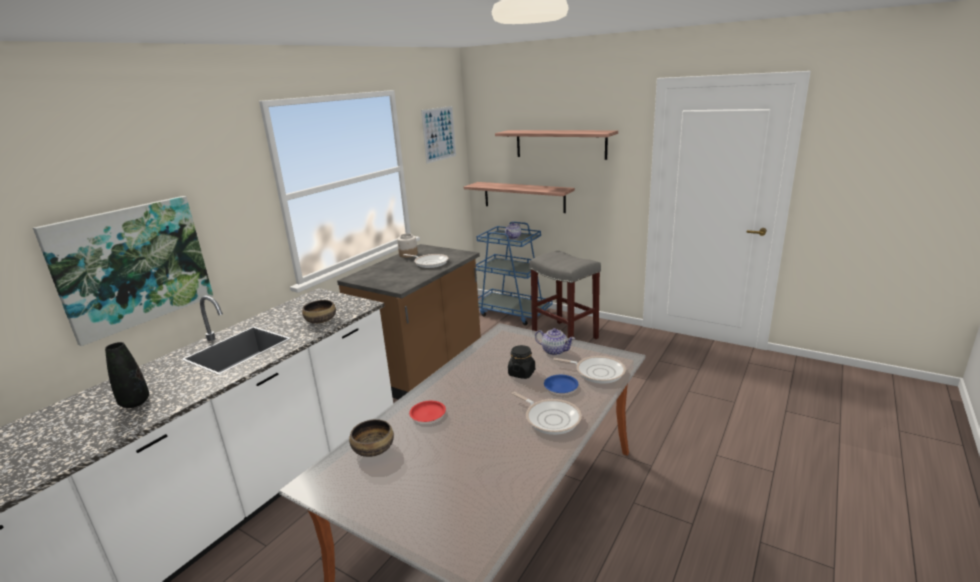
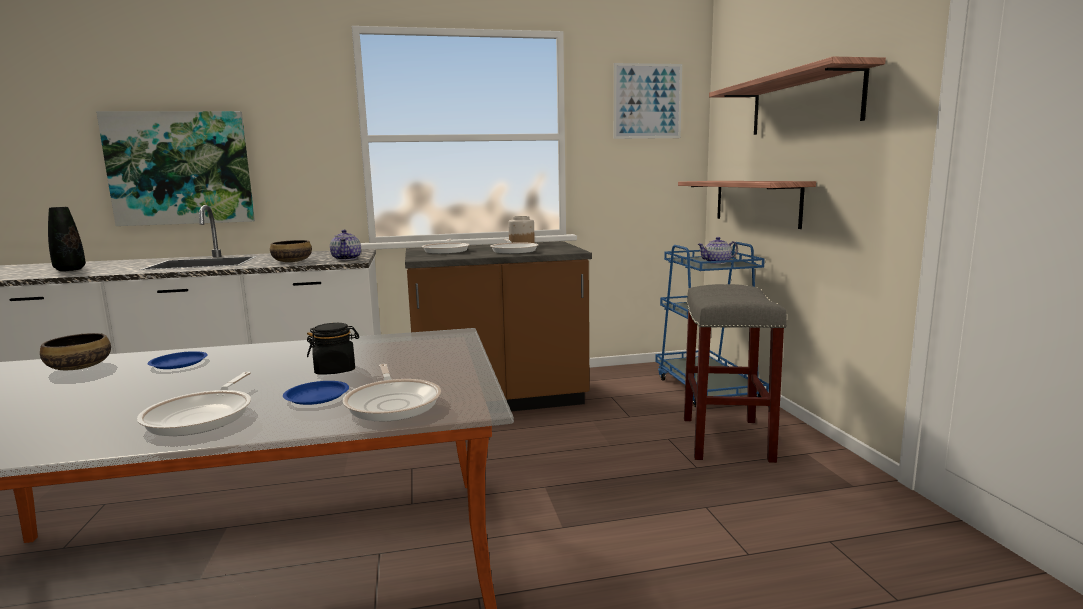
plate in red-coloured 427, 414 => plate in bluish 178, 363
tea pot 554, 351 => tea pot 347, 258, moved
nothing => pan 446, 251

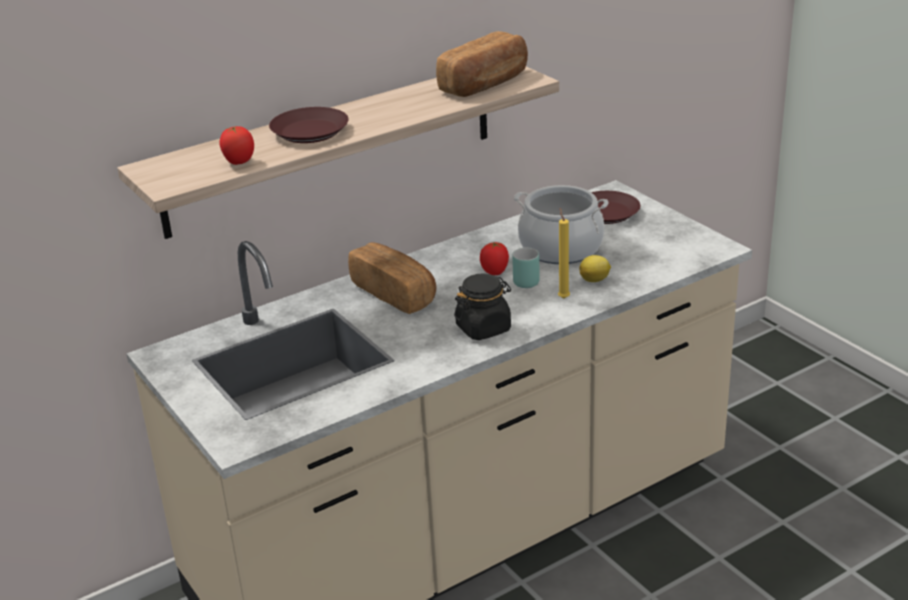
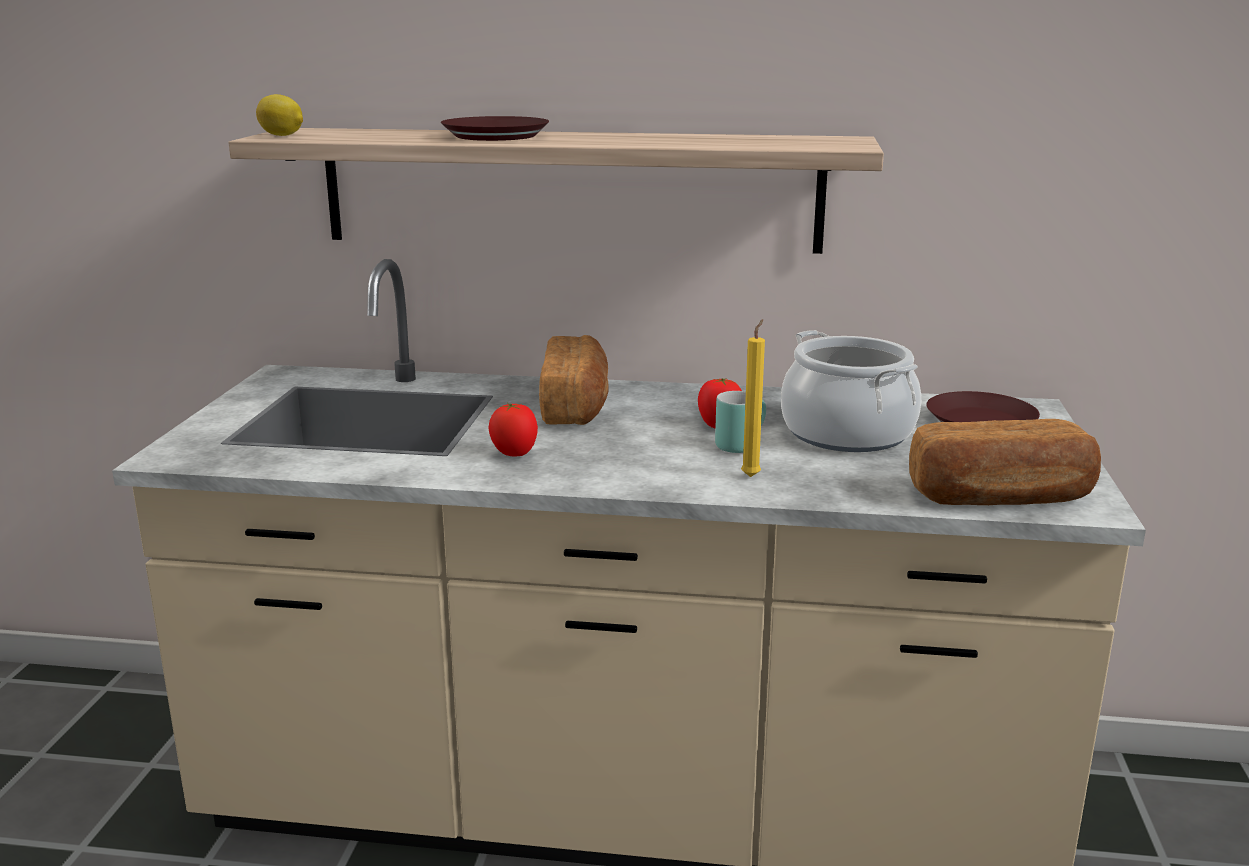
whole tomato 239, 163 => whole tomato 514, 454, moved
bakery bread 485, 84 => bakery bread 1001, 496, moved
jar in black-coloured 483, 328 => nothing
lemon 595, 280 => lemon 282, 135, moved

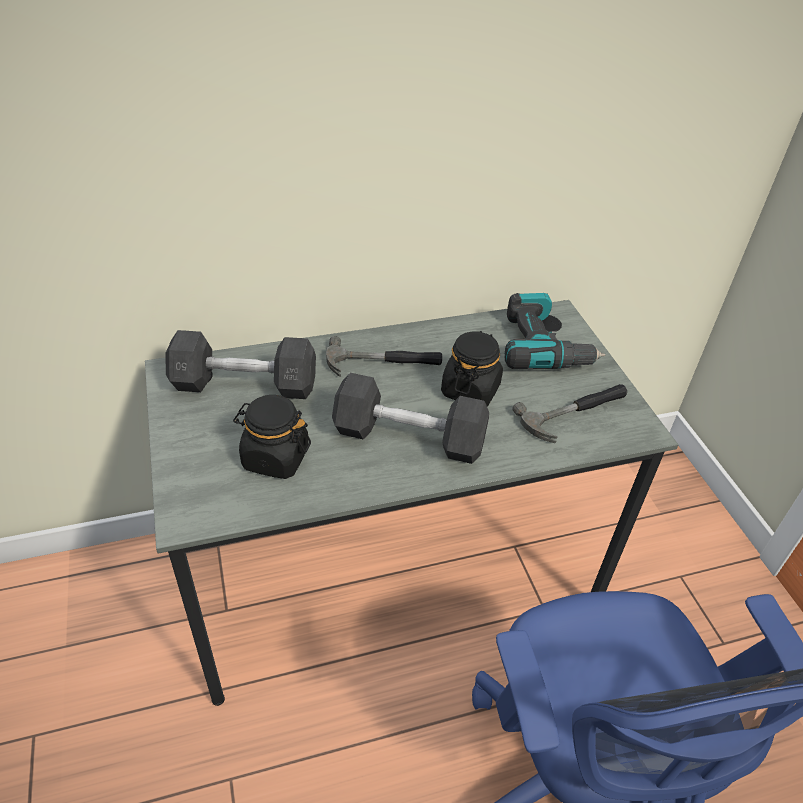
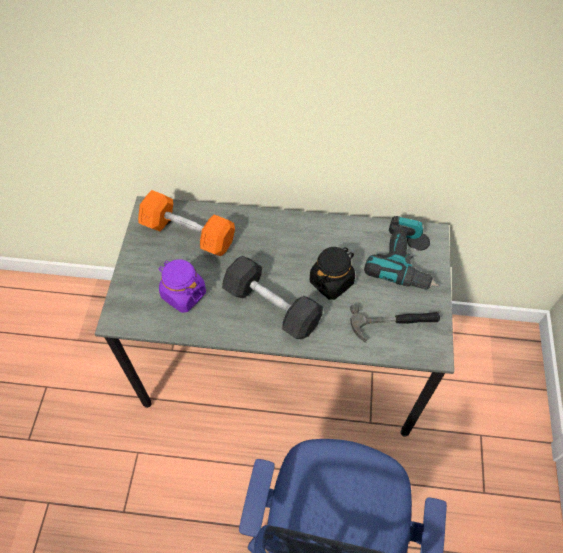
dumbbell in gray 245, 384 => dumbbell in orange 188, 233
jar in black-coloured 275, 458 => jar in purple 183, 294
hand hammer 383, 363 => nothing

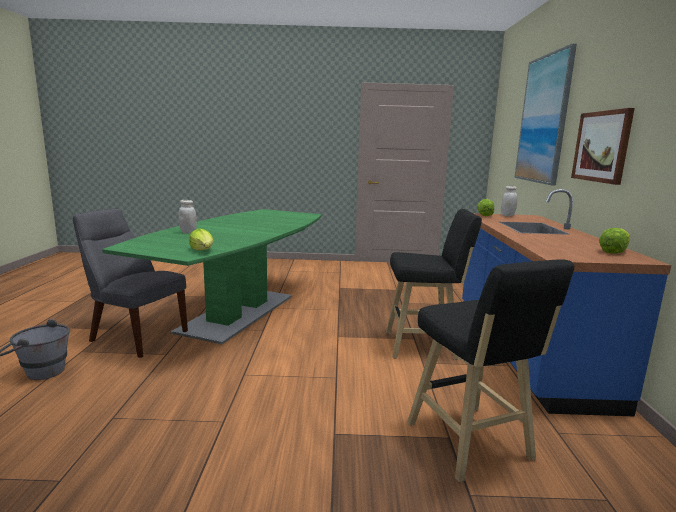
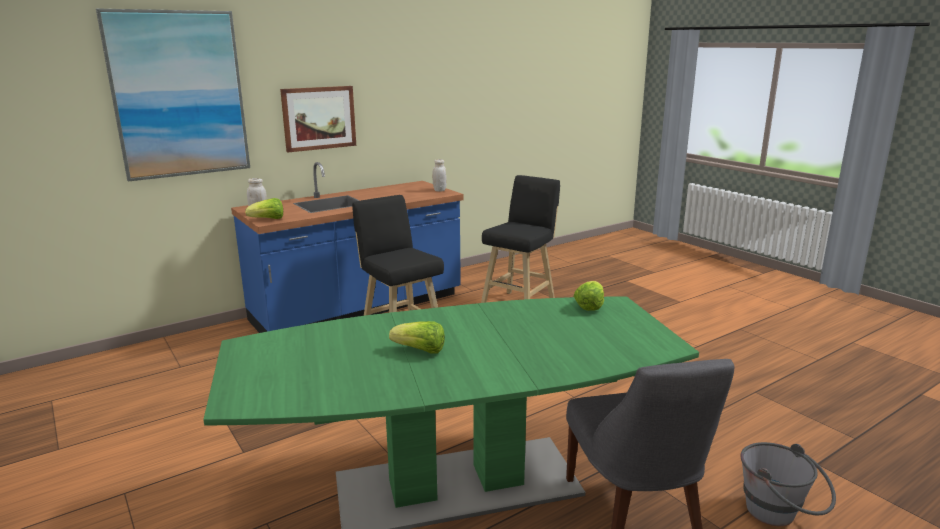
jar in white 188, 232 => jar in white 439, 190, moved
head of lettuce 614, 251 => head of lettuce 420, 351, moved

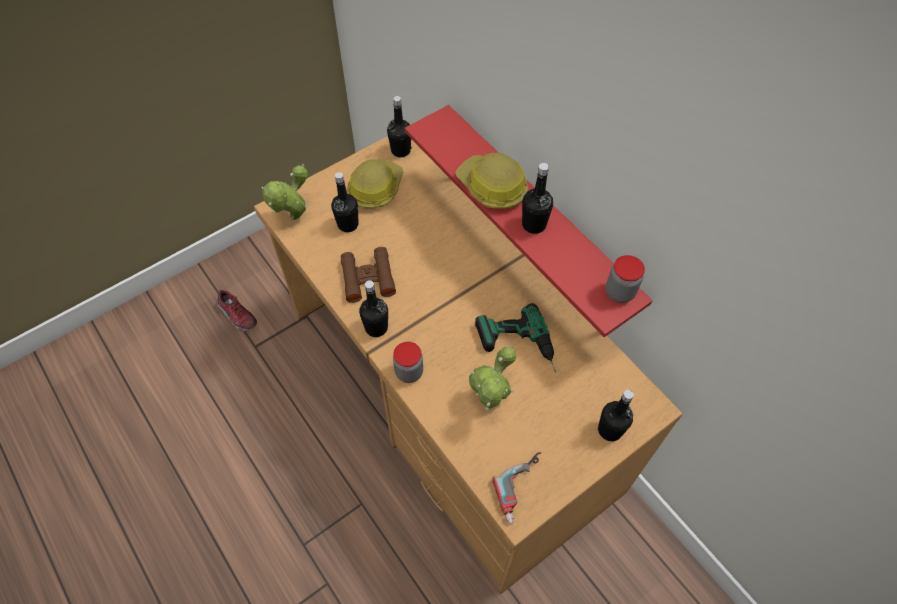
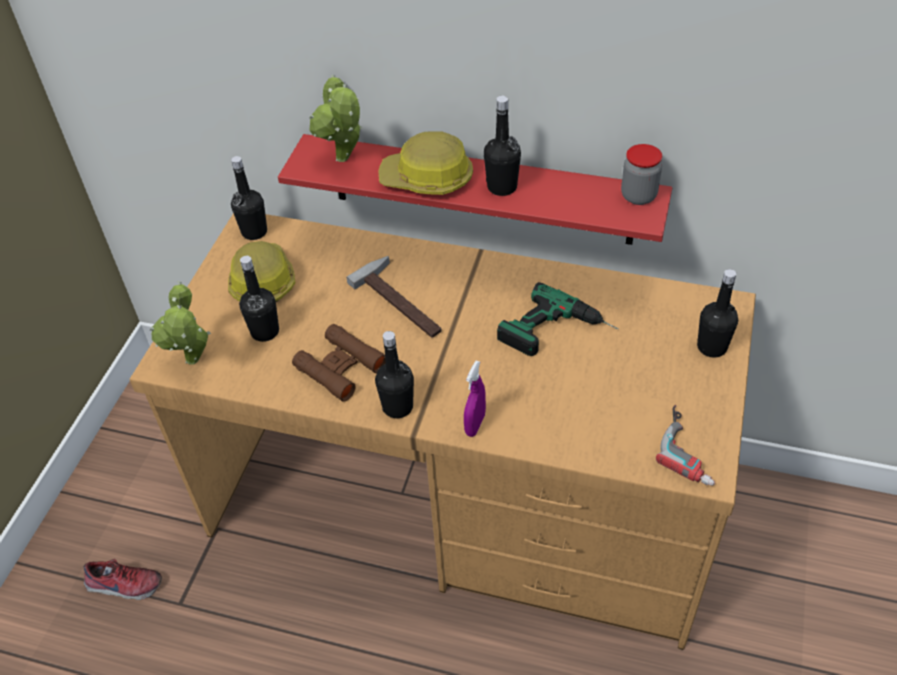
jar 409, 372 => sprayer in purple 475, 424
potted plant 491, 400 => potted plant 344, 161, moved
nothing => hand hammer 403, 301

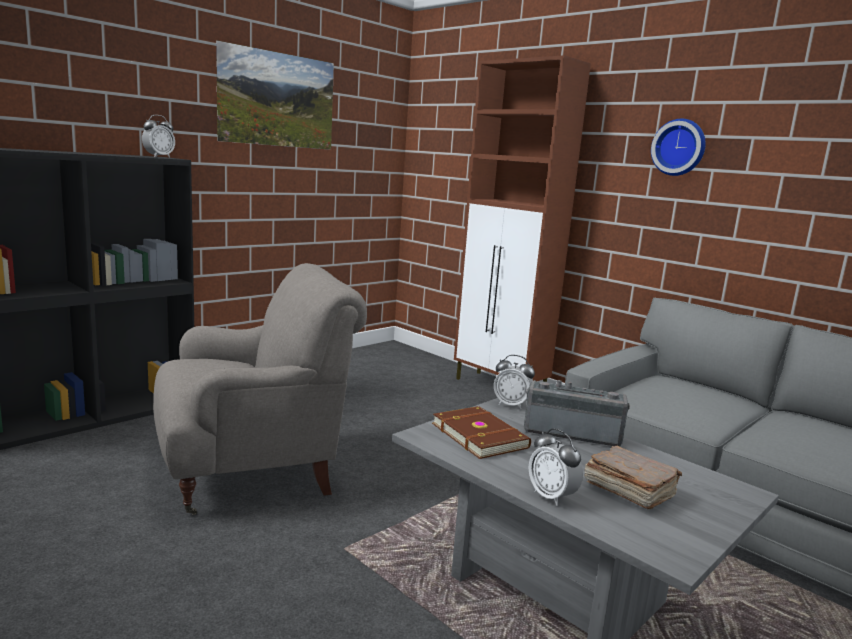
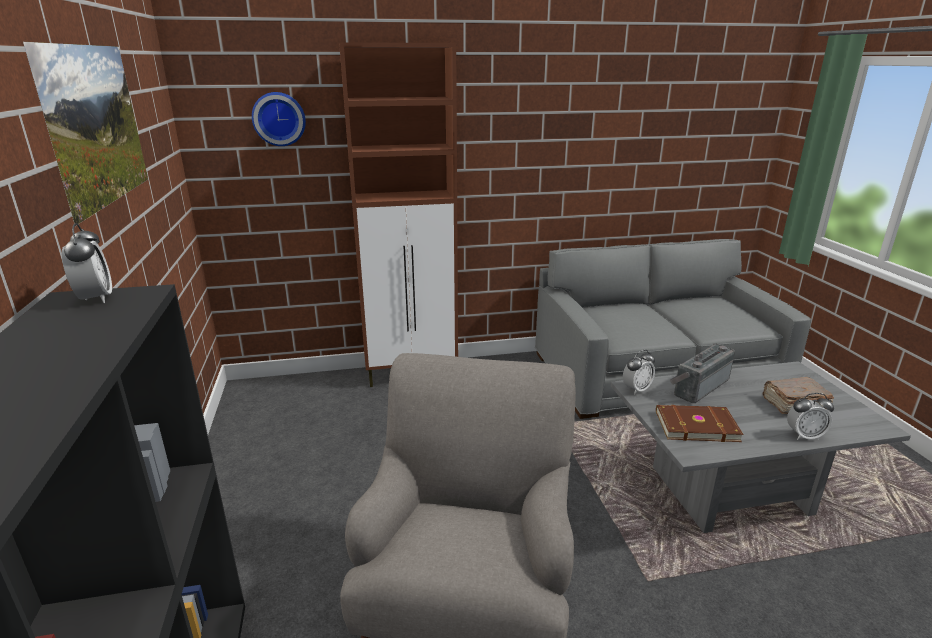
hanging clock 679, 147 => hanging clock 279, 119, moved

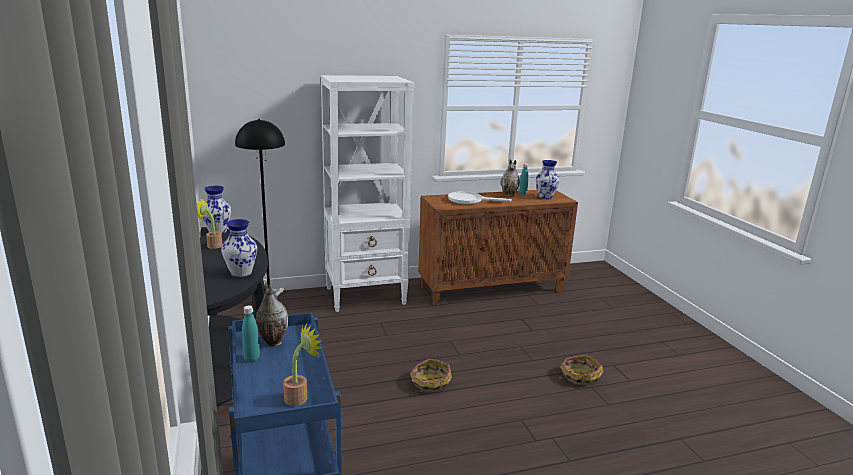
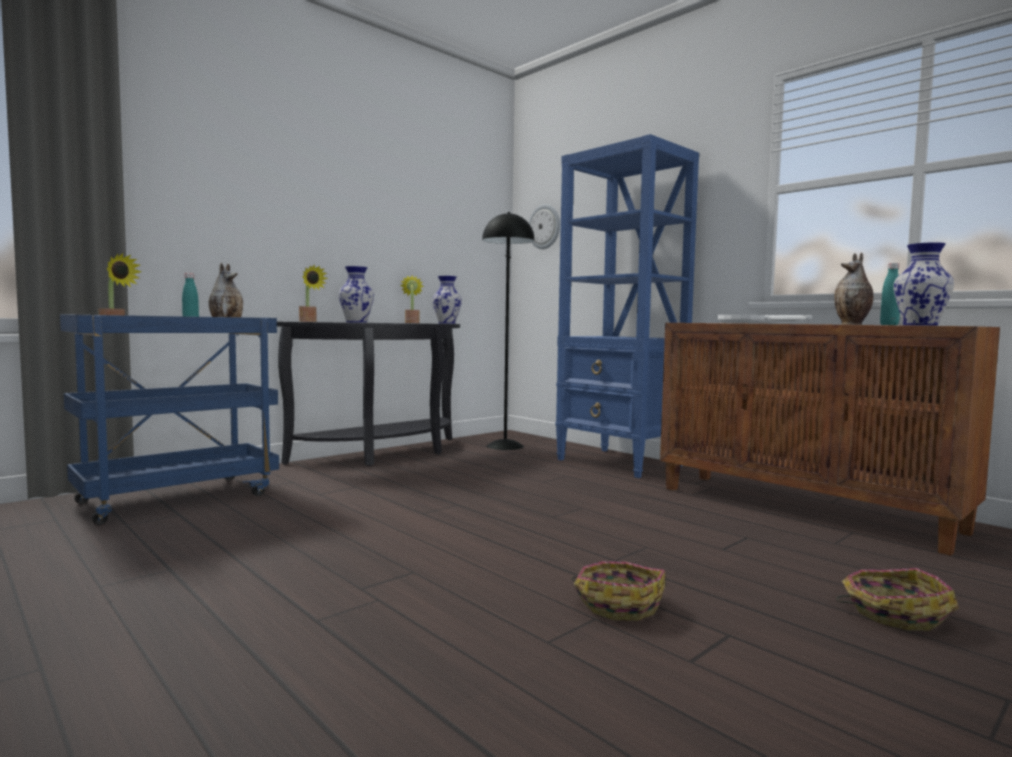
shelving unit in white 366, 296 => shelving unit in bluish 620, 463
basket 430, 383 => basket 893, 613, moved
nothing => potted plant 309, 321
nothing => hanging clock 544, 227

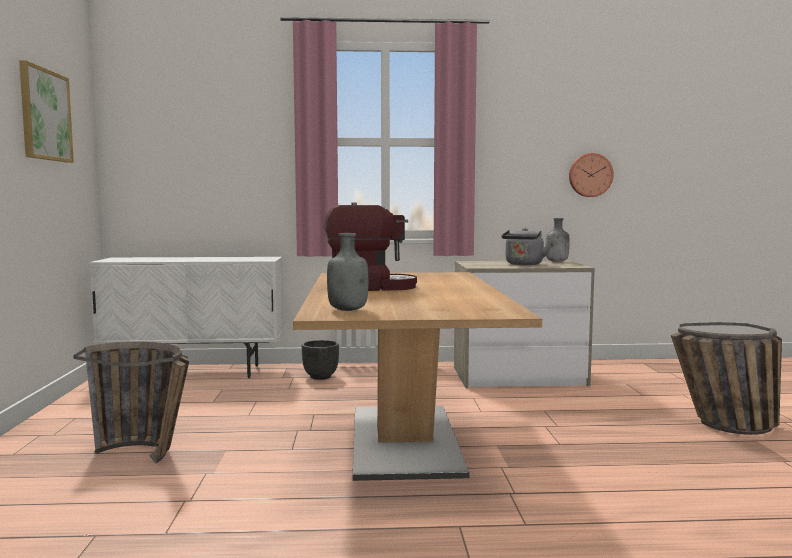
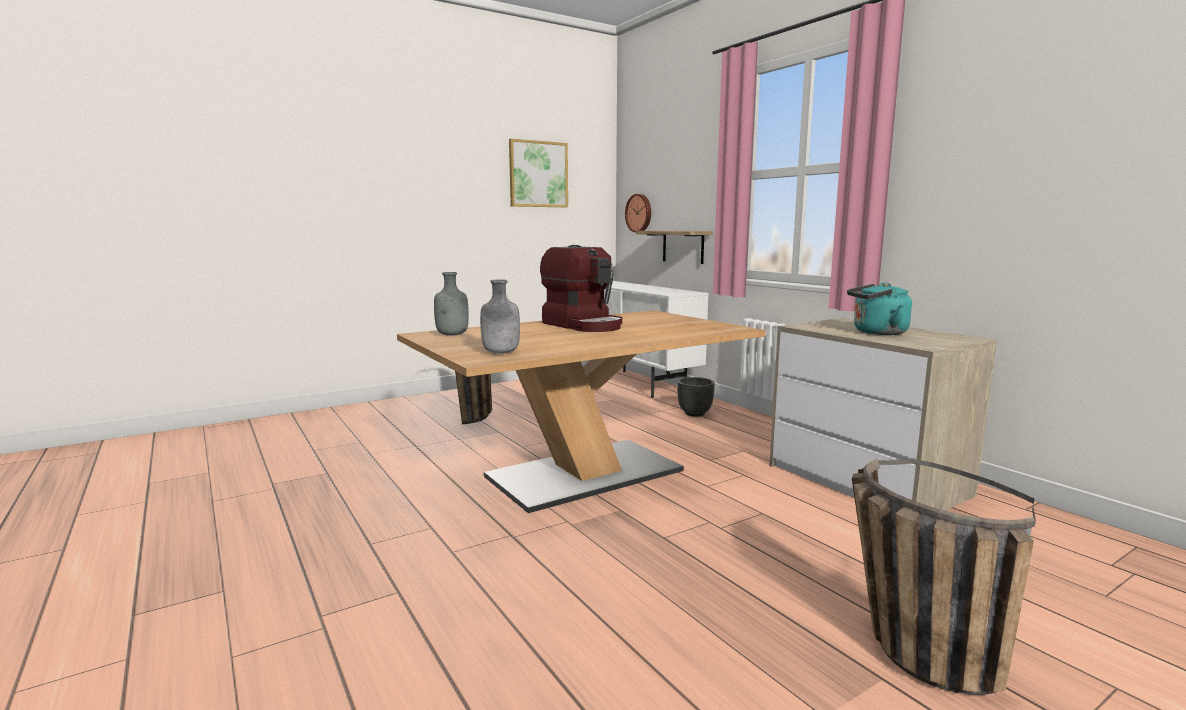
tea kettle in gray 523, 264 => tea kettle in blue-green 876, 333
drink bottle in gray 557, 261 => drink bottle in gray 500, 353, moved
hanging clock 590, 175 => hanging clock 639, 213, moved
nothing => shelf 683, 246

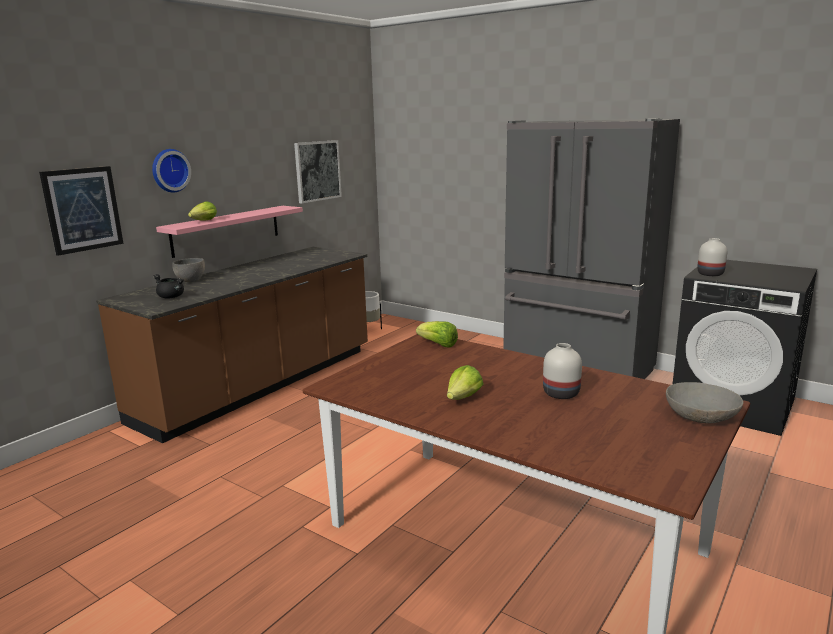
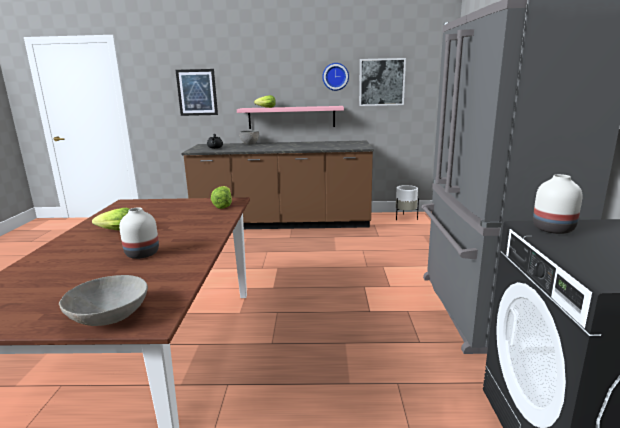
hanging clock 169, 170 => hanging clock 335, 76, moved

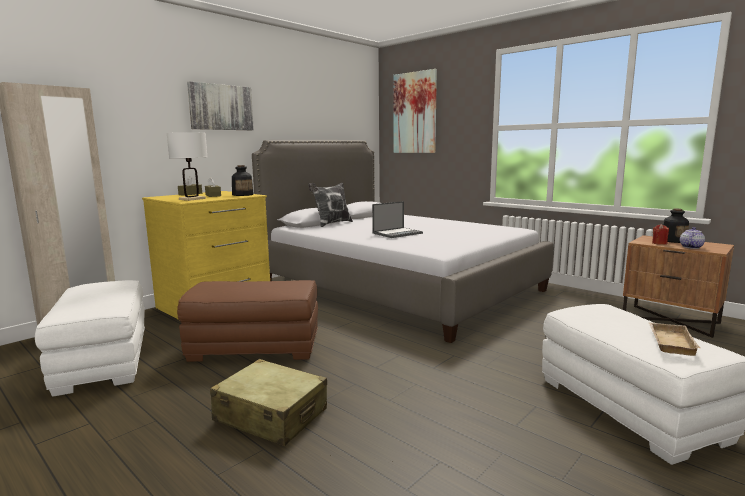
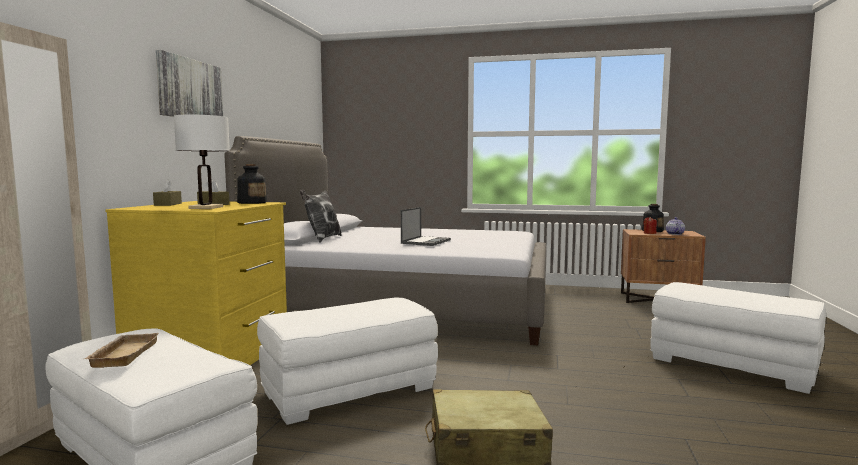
ottoman in brownish 256, 347 => ottoman in white 350, 390
wall art 414, 113 => nothing
tray in beige-coloured 669, 342 => tray in beige-coloured 123, 354, moved

